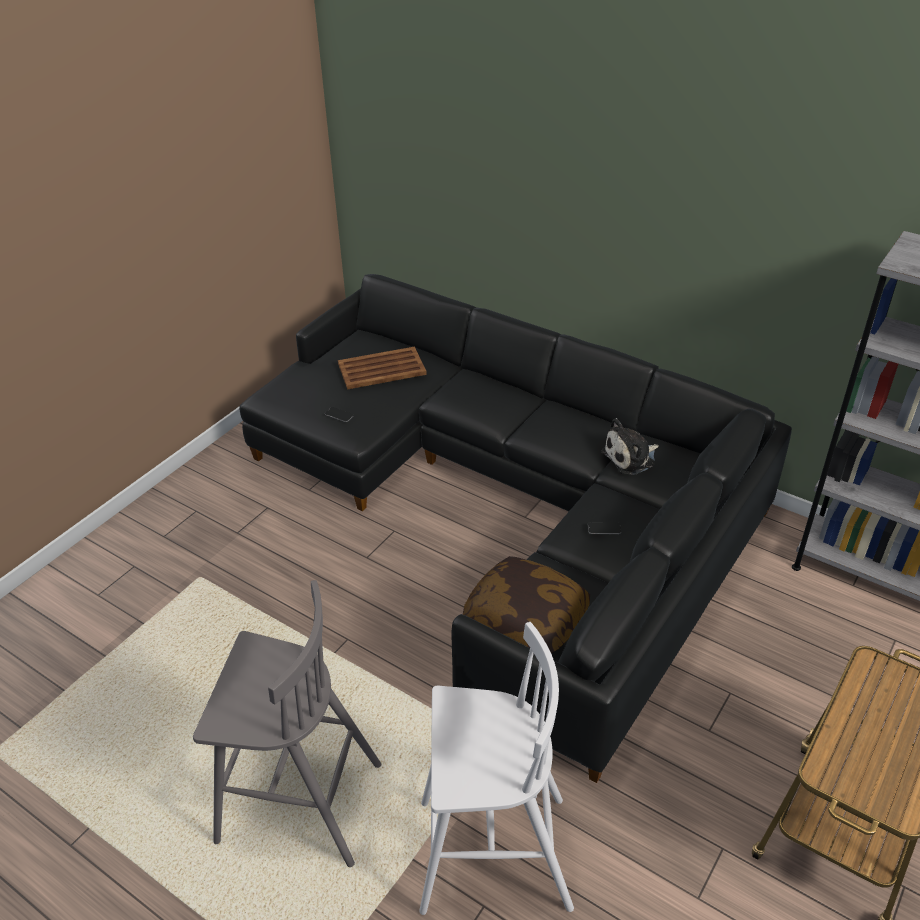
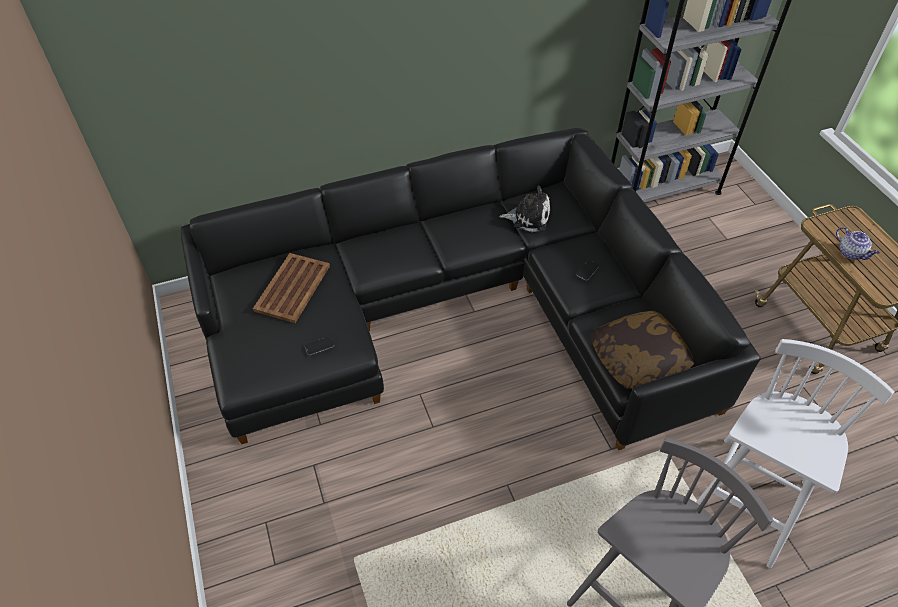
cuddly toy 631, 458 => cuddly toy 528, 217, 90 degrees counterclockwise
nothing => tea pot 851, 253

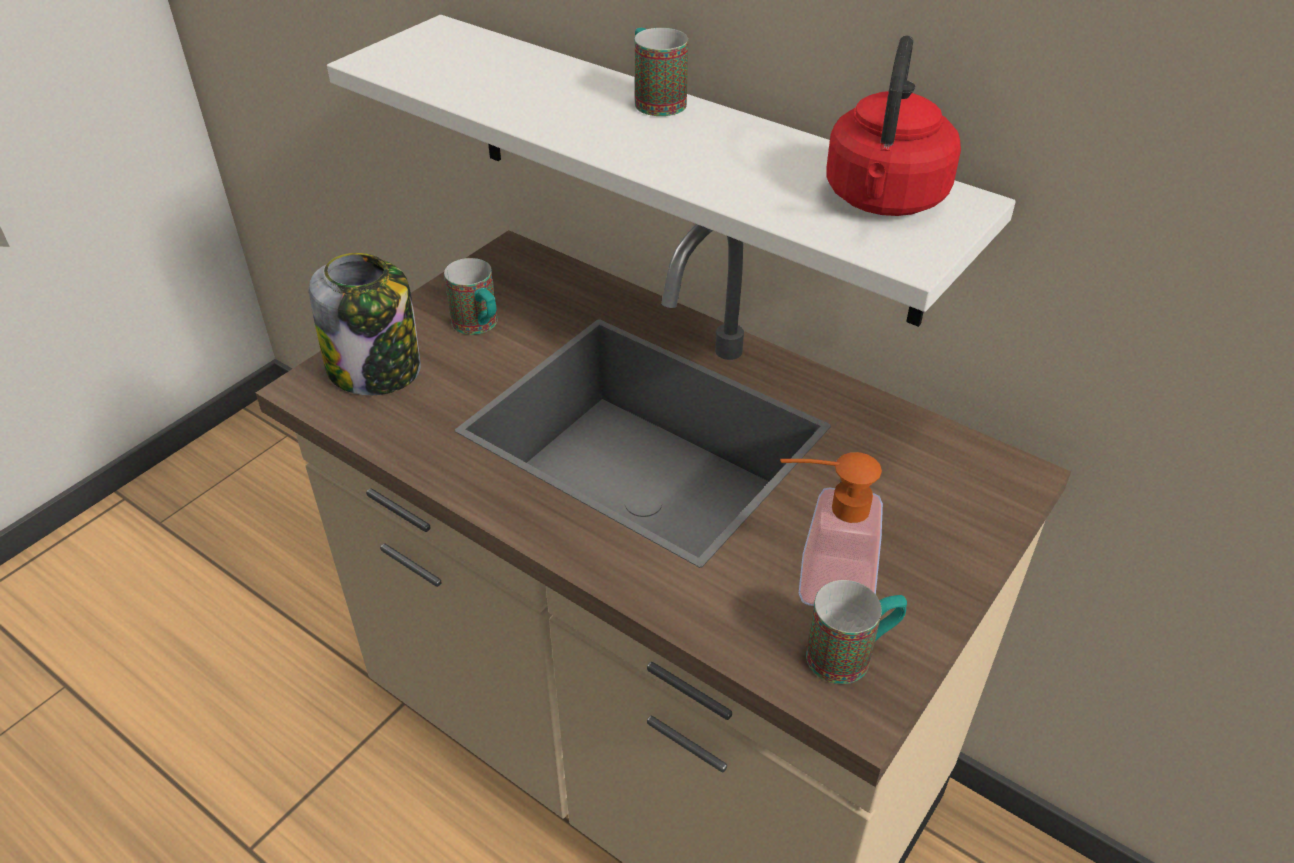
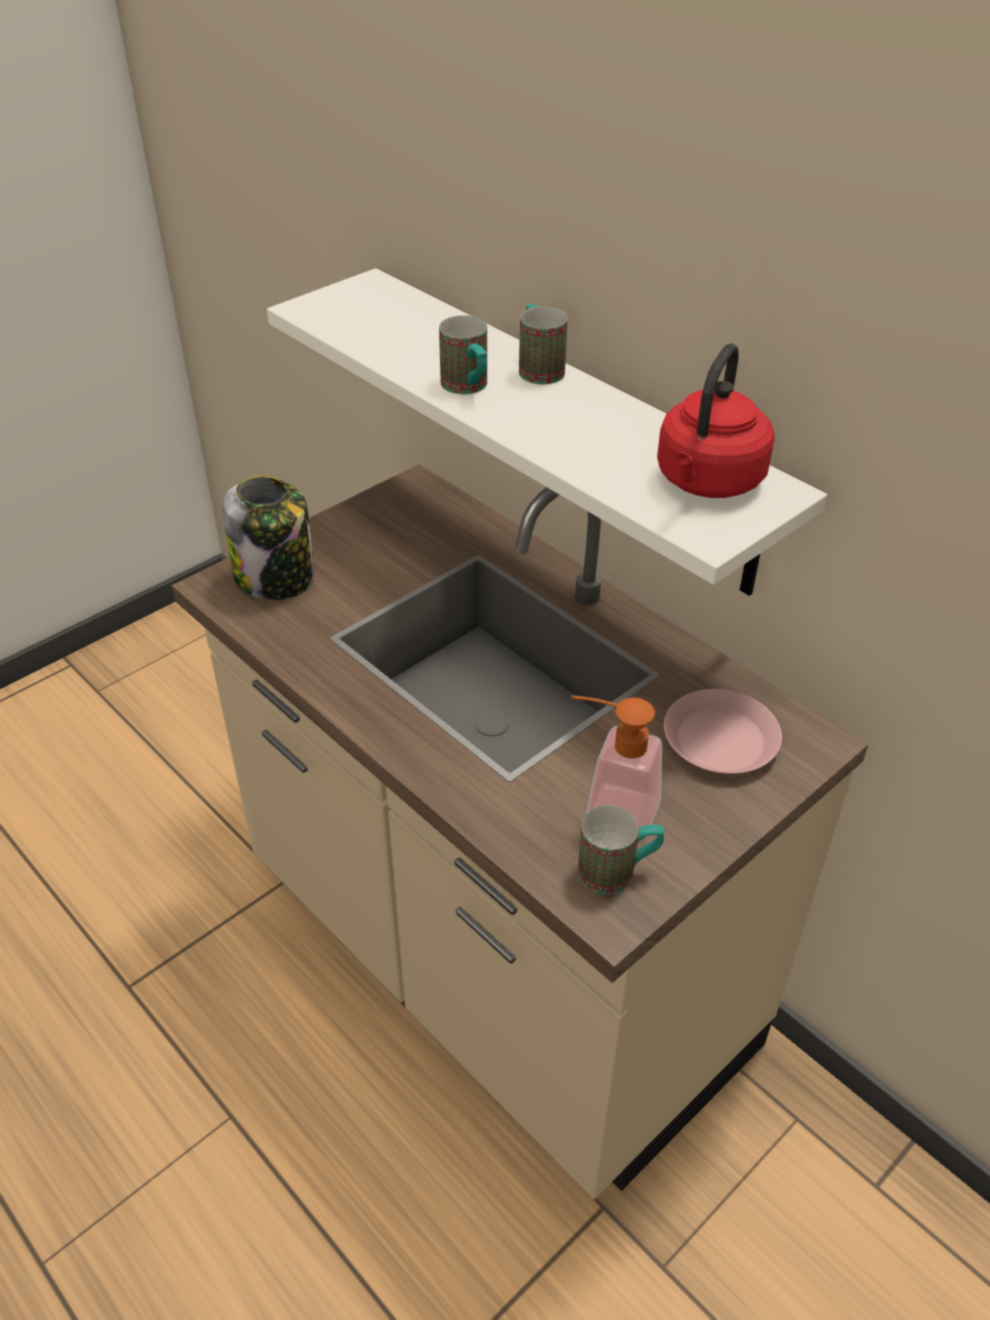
tea mug 480, 326 => tea mug 468, 388, moved
nothing => plate in pink 721, 740

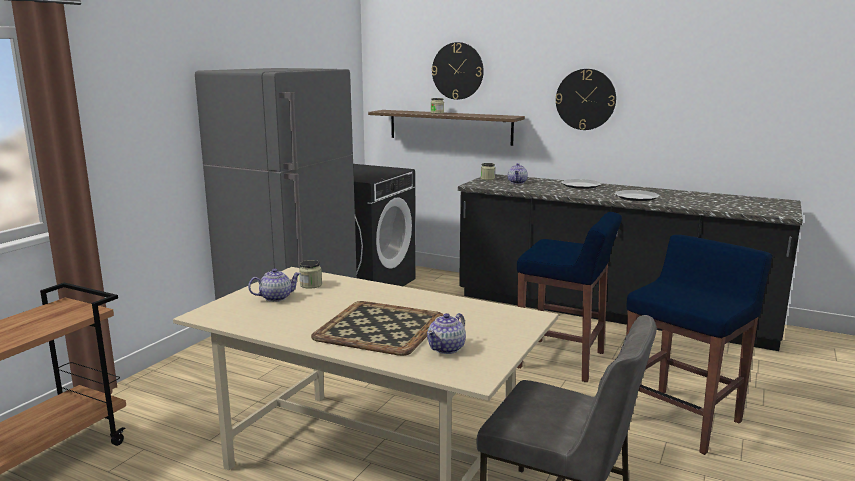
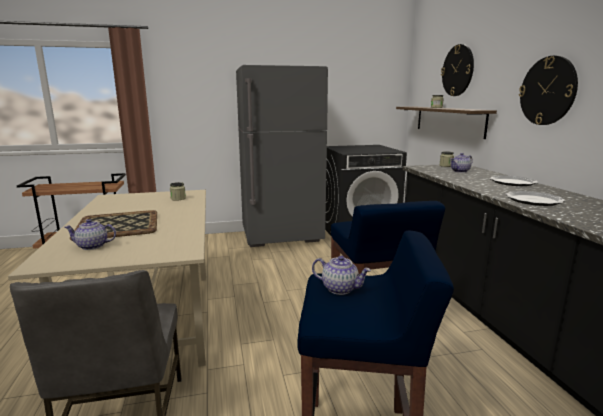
tea pot 276, 297 => tea pot 340, 288, moved

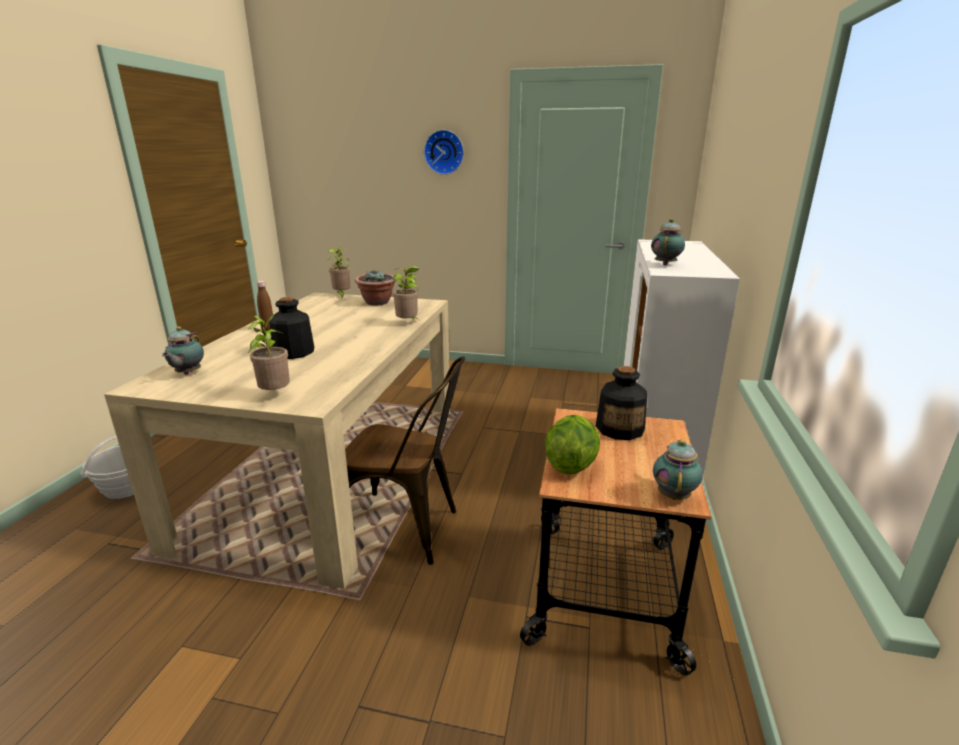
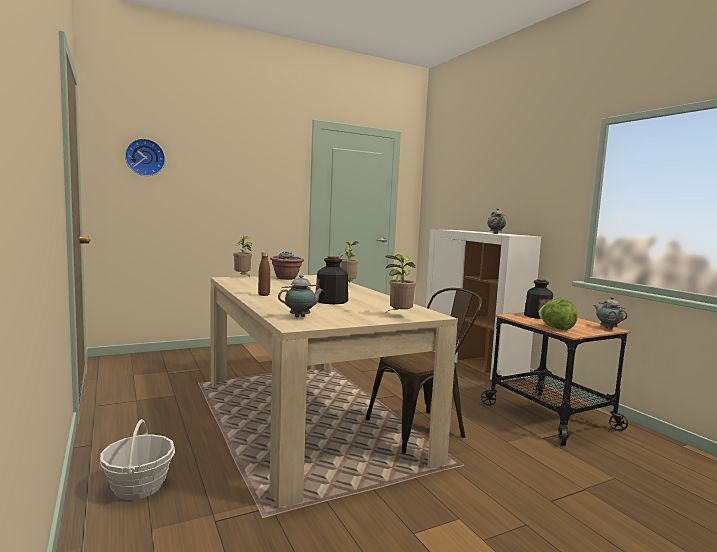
tea pot 187, 373 => tea pot 301, 317, 90 degrees counterclockwise
hanging clock 444, 152 => hanging clock 145, 157, moved

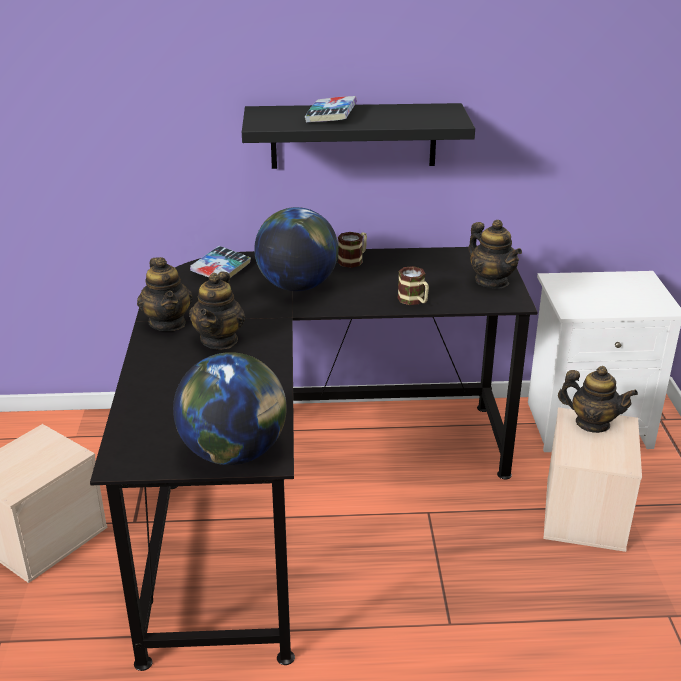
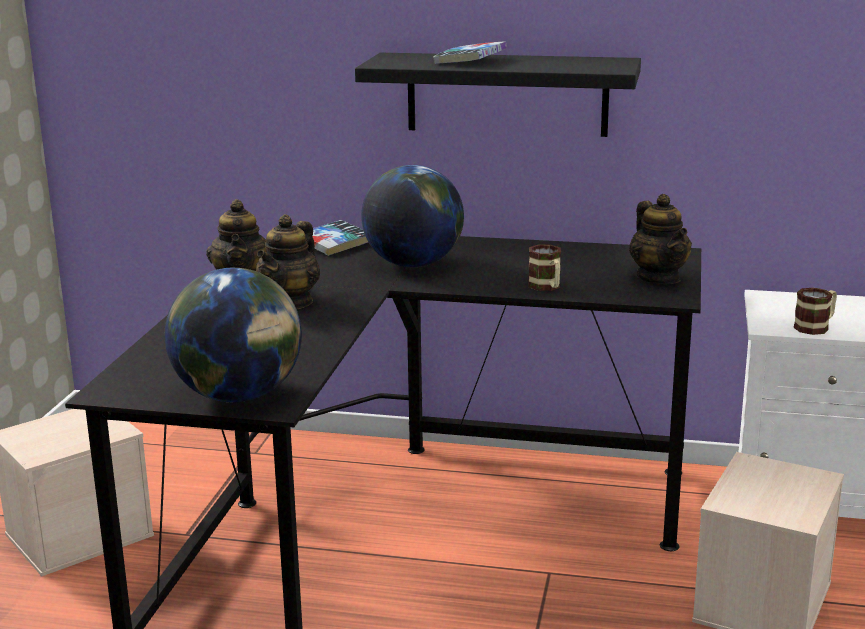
tea mug 354, 260 => tea mug 816, 327, moved
tea pot 592, 423 => nothing

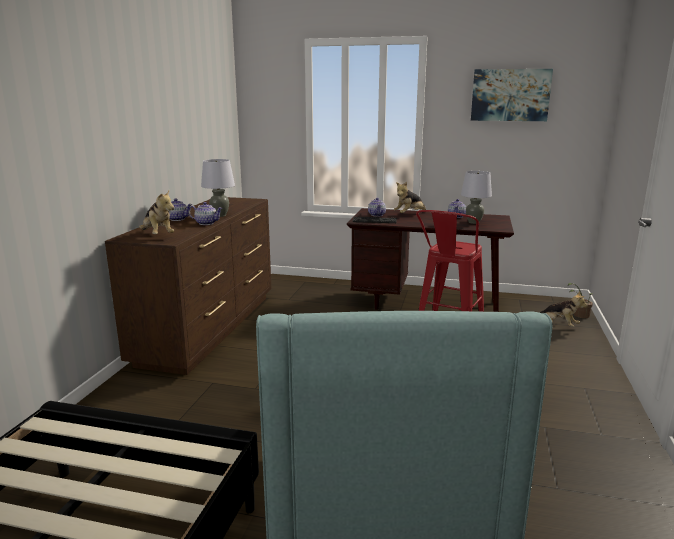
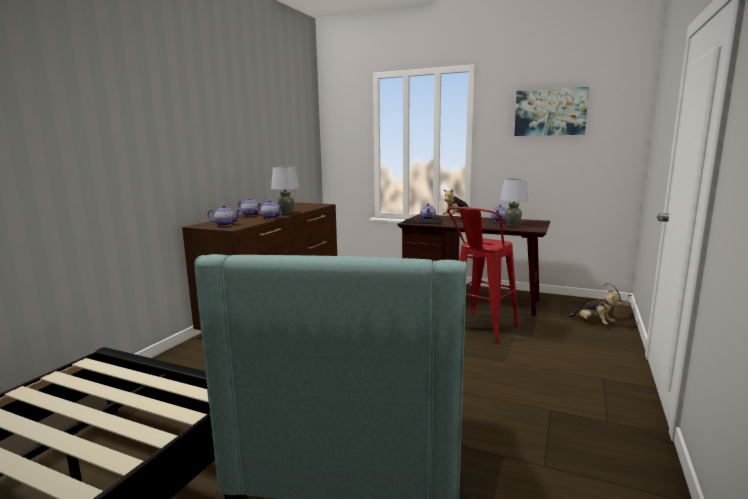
cuddly toy 157, 235 => tea pot 225, 224

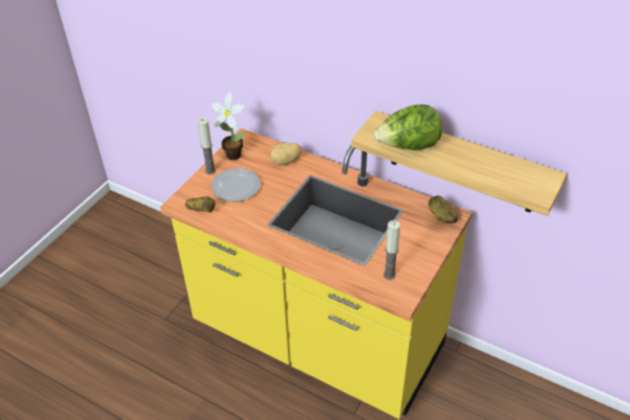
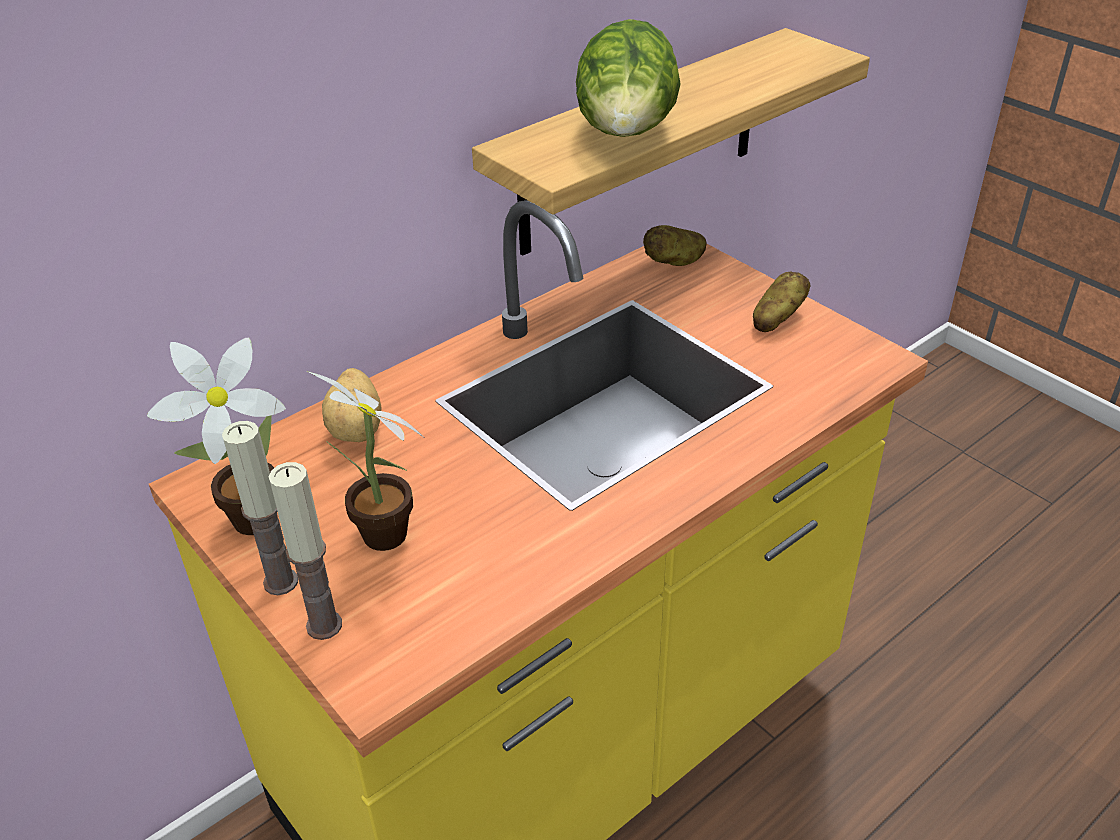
spud 201, 210 => spud 777, 319, moved
plate 236, 186 => potted plant 387, 540
wax light 389, 274 => wax light 324, 625, moved

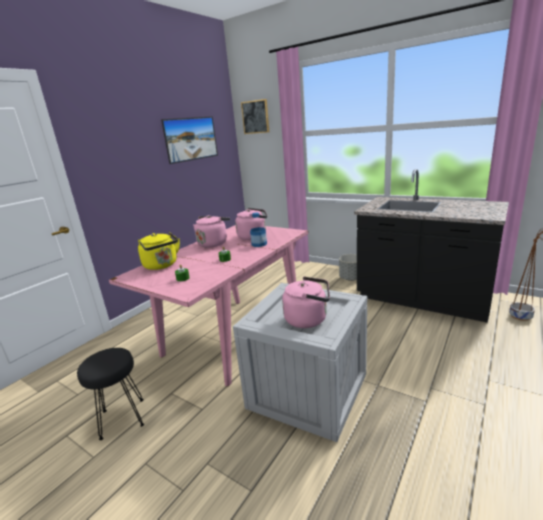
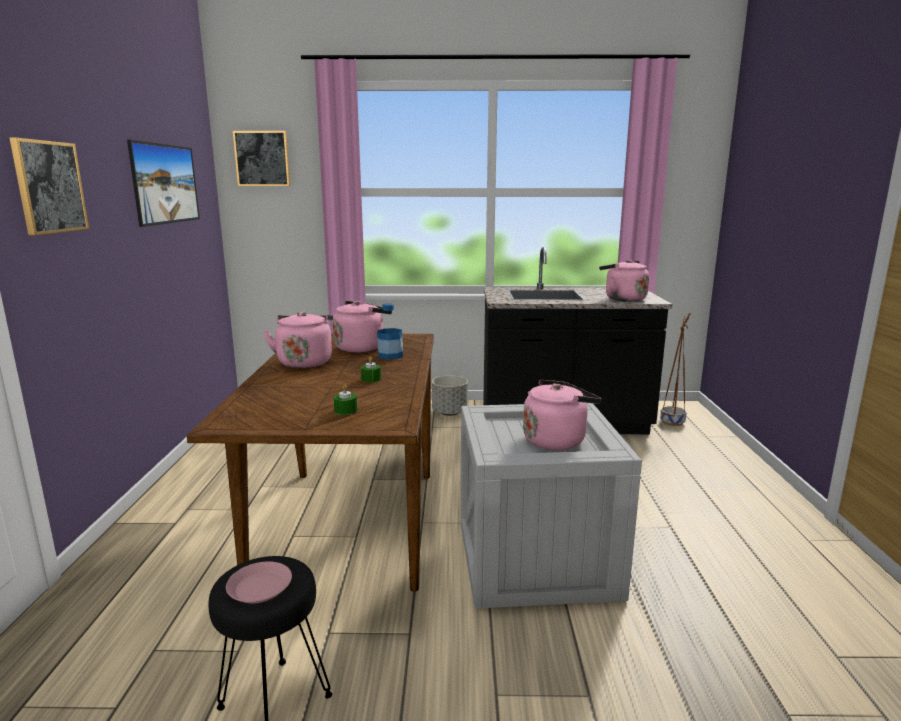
dinner table in pink 233, 336 => dinner table in brownish 349, 524
tea kettle in yellow-coloured 162, 265 => nothing
nothing => wall art 49, 187
nothing => plate in pink 260, 588
nothing => tea kettle in pink 622, 299

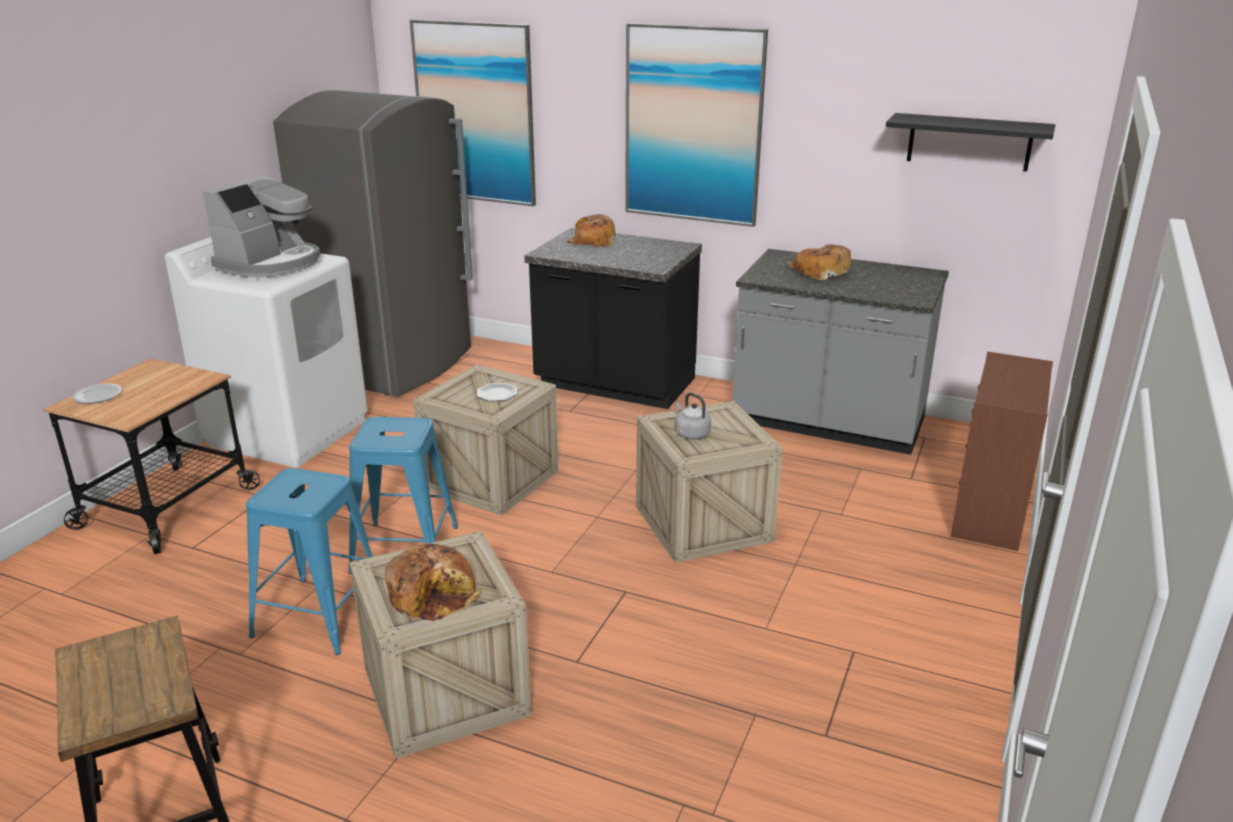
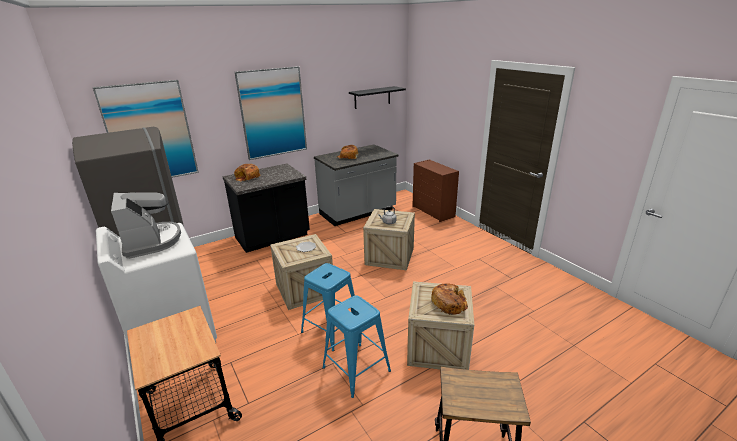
plate 98, 396 => nothing

